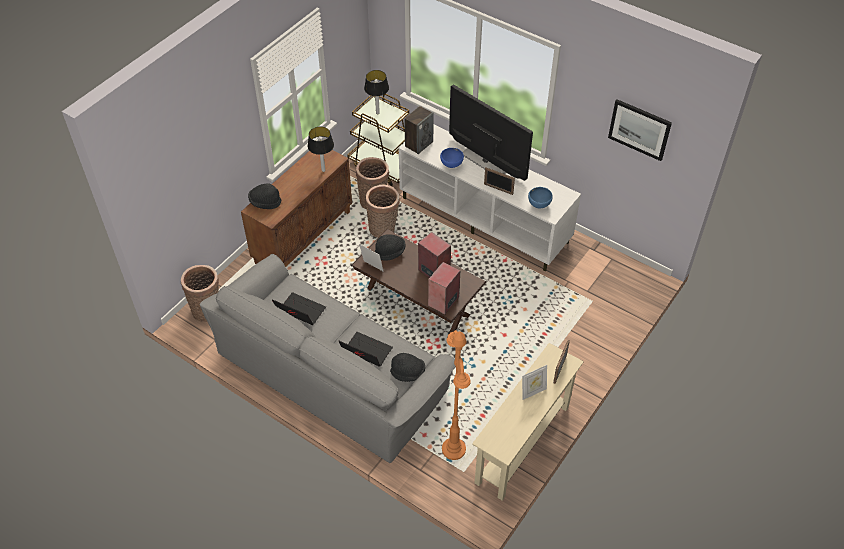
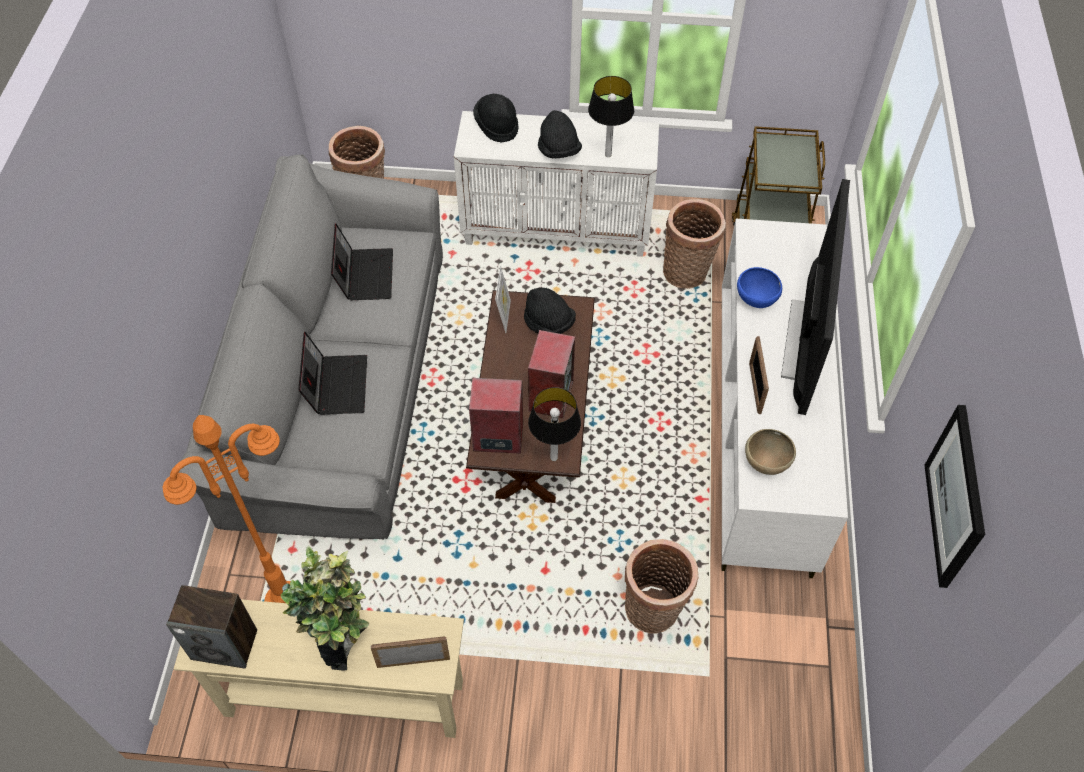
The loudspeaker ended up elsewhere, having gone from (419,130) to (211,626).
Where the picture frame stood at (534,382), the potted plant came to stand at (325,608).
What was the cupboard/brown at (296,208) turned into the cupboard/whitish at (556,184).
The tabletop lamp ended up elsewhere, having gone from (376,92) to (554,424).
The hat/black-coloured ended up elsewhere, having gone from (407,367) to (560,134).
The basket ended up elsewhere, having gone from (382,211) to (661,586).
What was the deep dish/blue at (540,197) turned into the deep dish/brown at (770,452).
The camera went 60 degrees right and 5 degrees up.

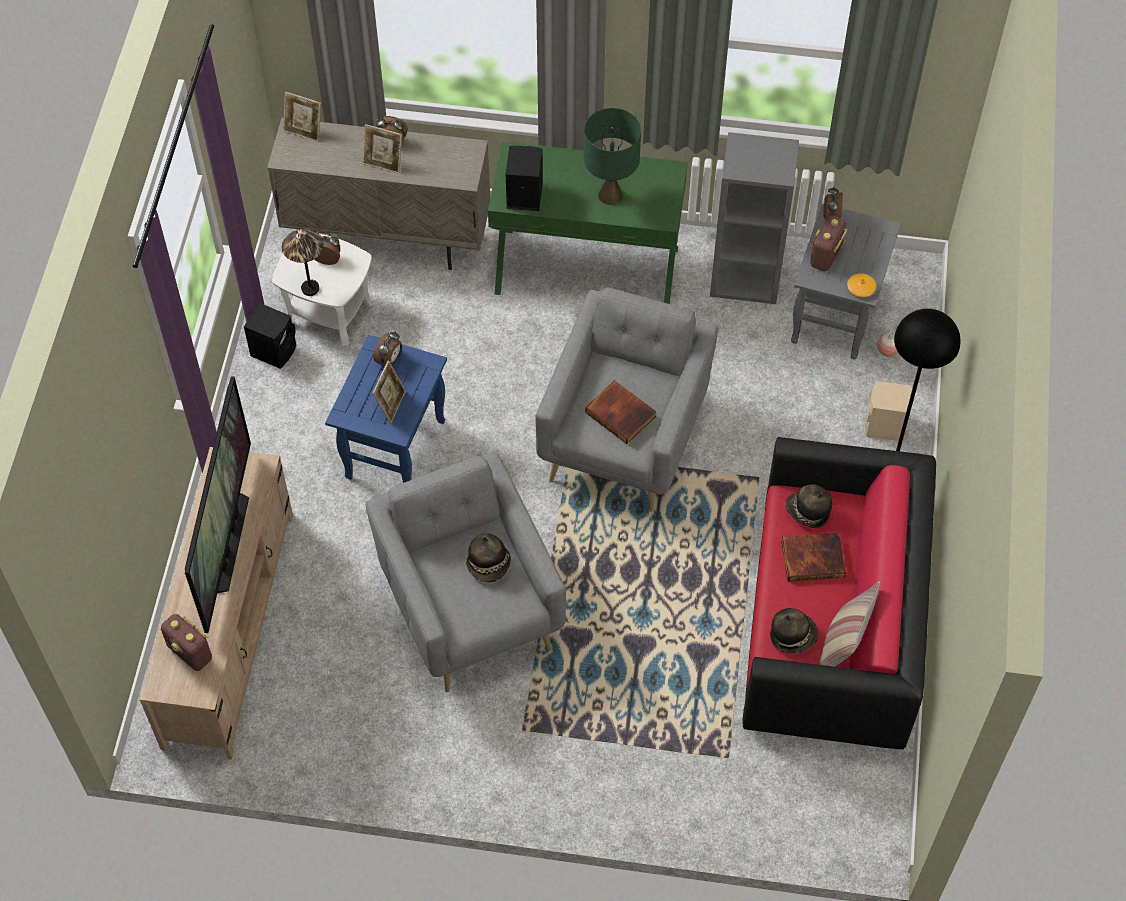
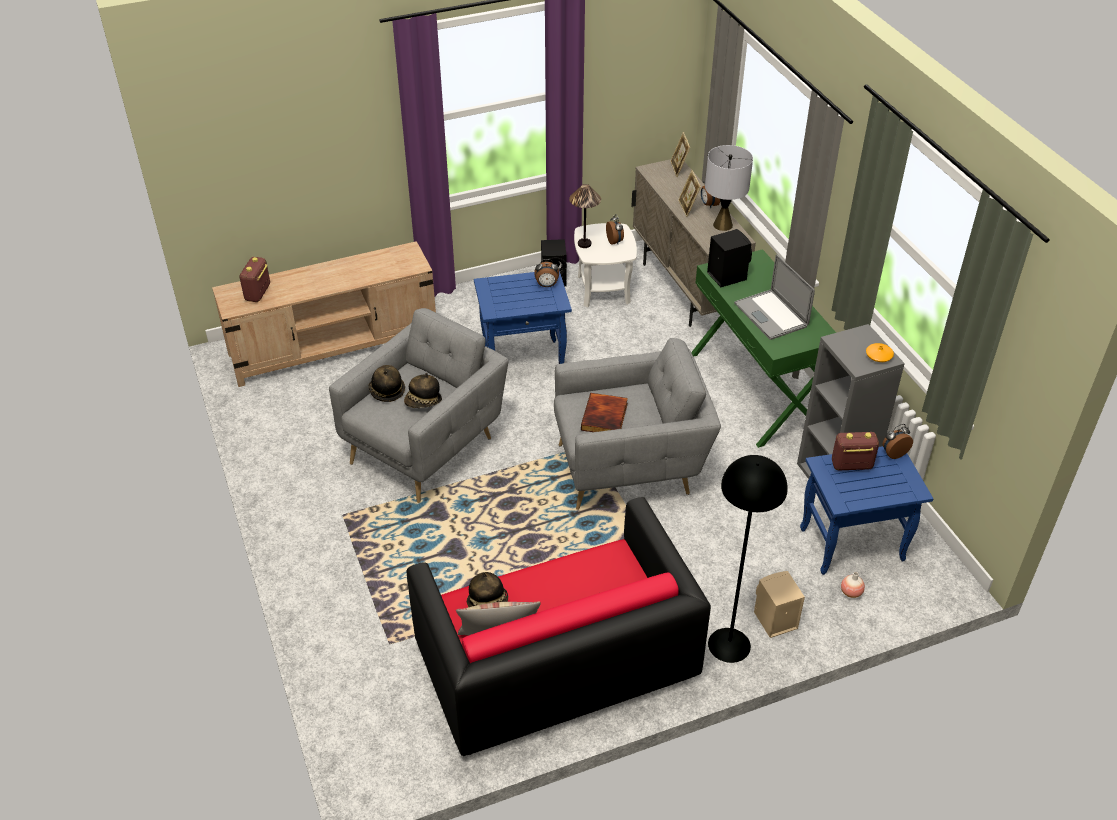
The hat ended up elsewhere, having gone from (808,506) to (387,383).
The second view gained the tabletop lamp/gray at (729,188).
Where the tabletop lamp/green-coloured stood at (612,156), the laptop came to stand at (774,297).
What was the side table/gray at (846,282) turned into the side table/blue at (866,510).
The flower vase/orange ended up elsewhere, having gone from (861,285) to (880,352).
The second view lost the TV at (218,504).
The second view lost the picture frame at (389,391).
The second view lost the volume at (813,557).
The camera went 60 degrees right and 15 degrees down.

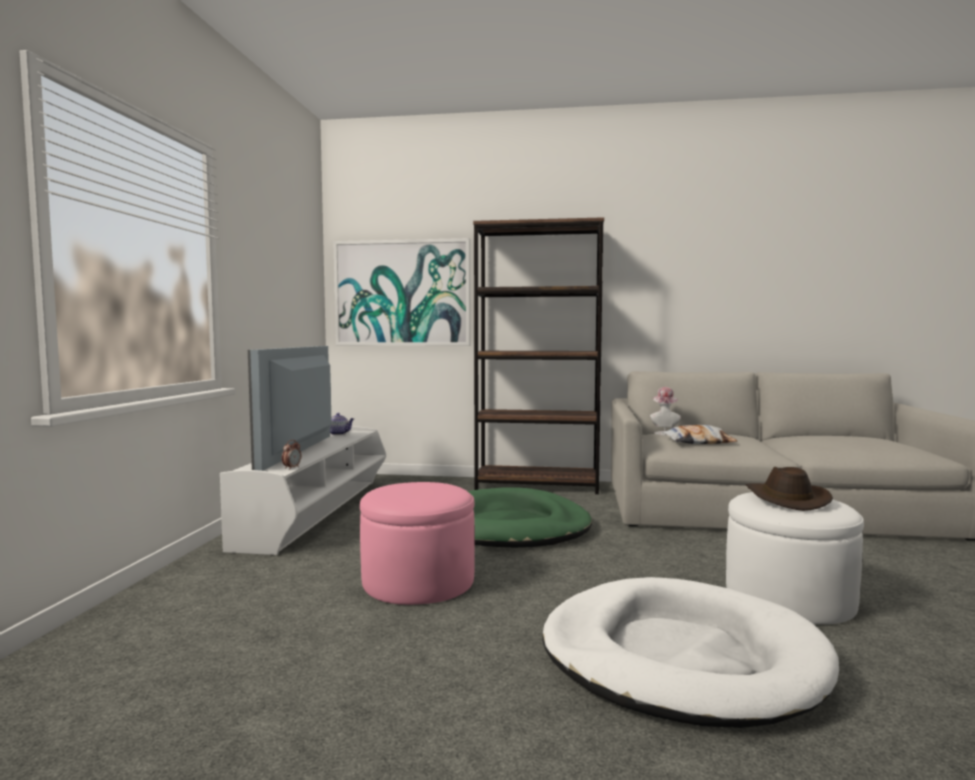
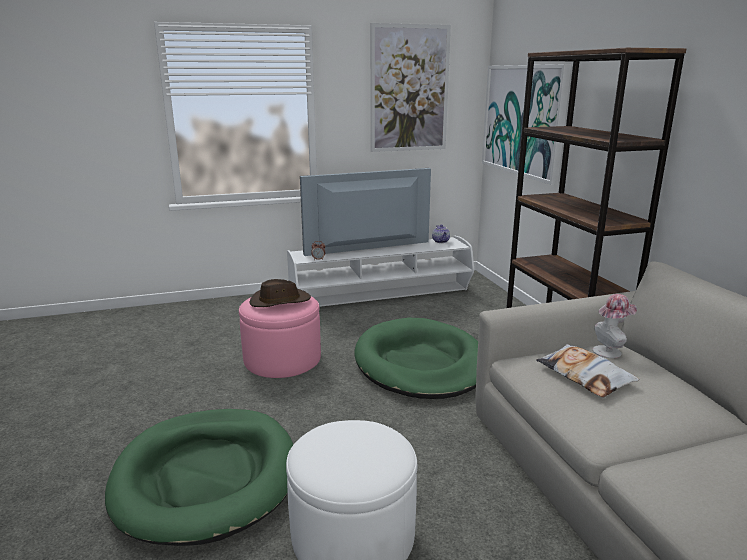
What was the dog bed/whitish at (690,652) turned into the dog bed/green-coloured at (199,477).
The hat/brown ended up elsewhere, having gone from (789,489) to (280,293).
The second view gained the picture at (411,87).
The camera went 65 degrees right and 15 degrees up.

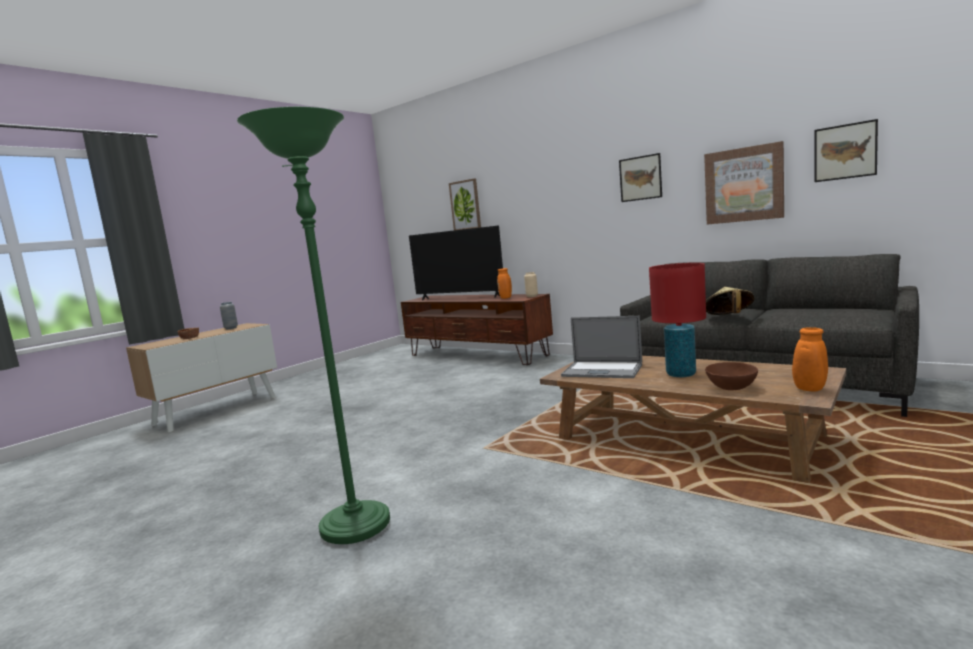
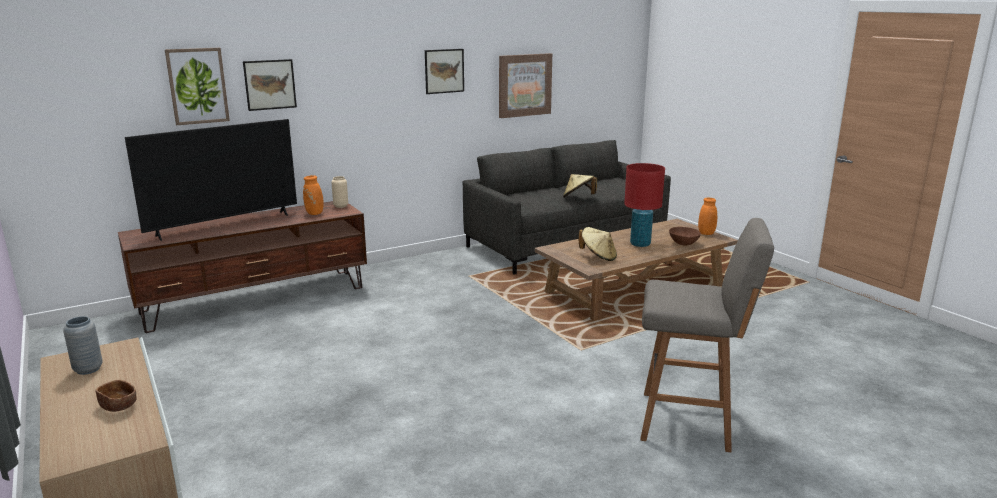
The picture ended up elsewhere, having gone from (846,150) to (270,85).
Where the laptop stood at (601,347), the hat/beige came to stand at (597,244).
Where the standing lamp/green-coloured stood at (313,325), the sitting stool/gray came to stand at (707,335).
The camera went 70 degrees left and 10 degrees up.

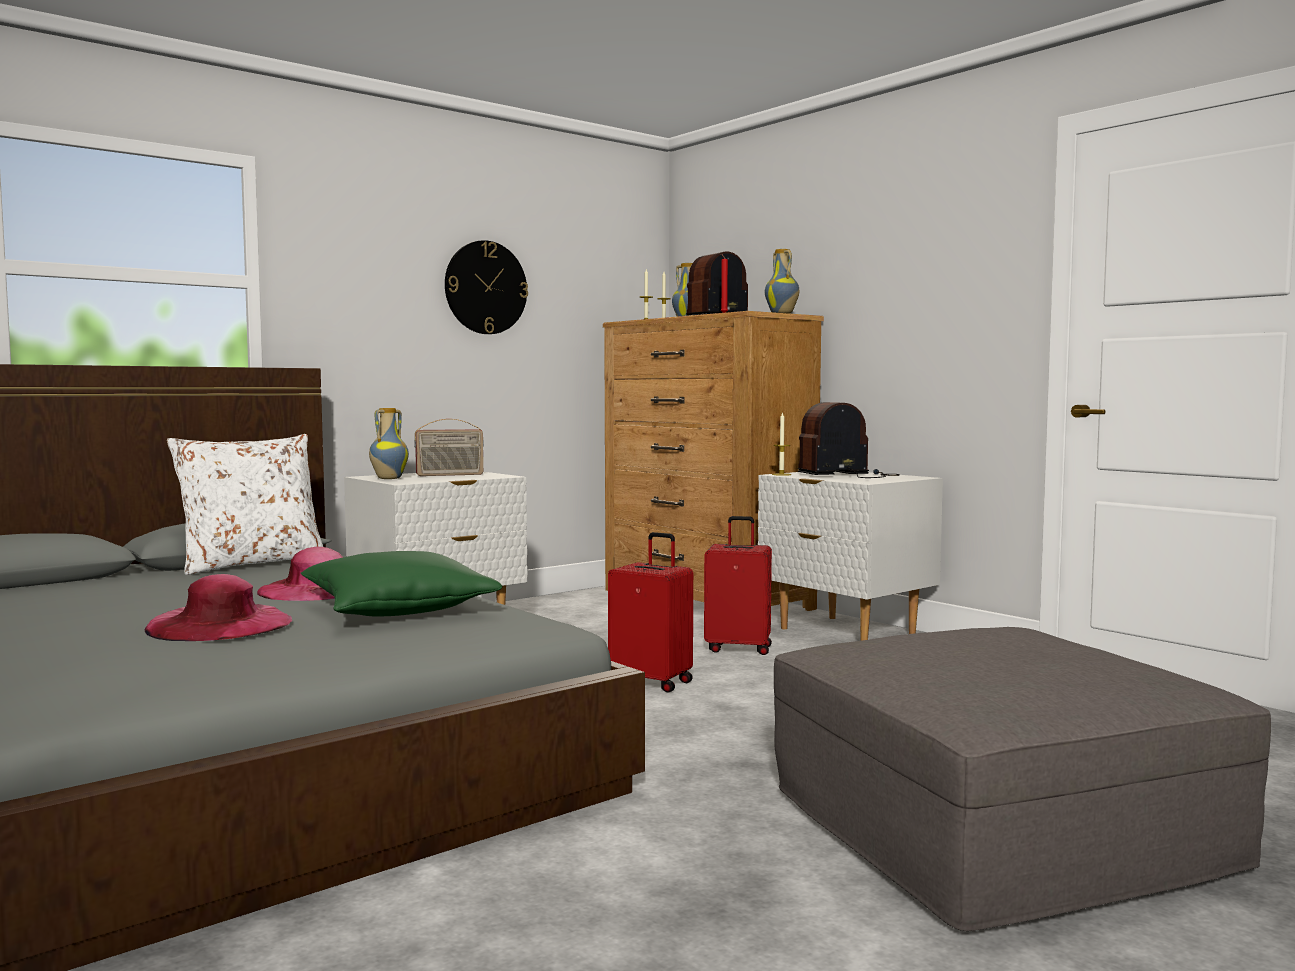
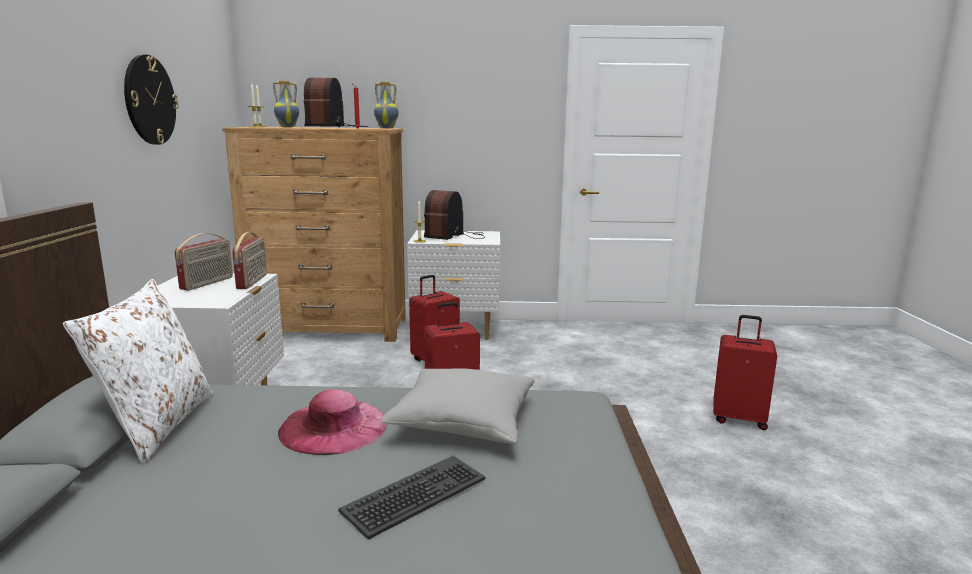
The second view gained the radio receiver at (249,260).
Where the hat/pink stood at (218,607), the computer keyboard came to stand at (411,498).
What was the throw pillow/green-coloured at (402,583) turned into the throw pillow/gray at (457,406).
Where the ottoman/gray stood at (1022,779), the travel case/reddish came to stand at (745,372).
The second view lost the flower vase at (389,443).
The camera went 50 degrees left and 10 degrees up.

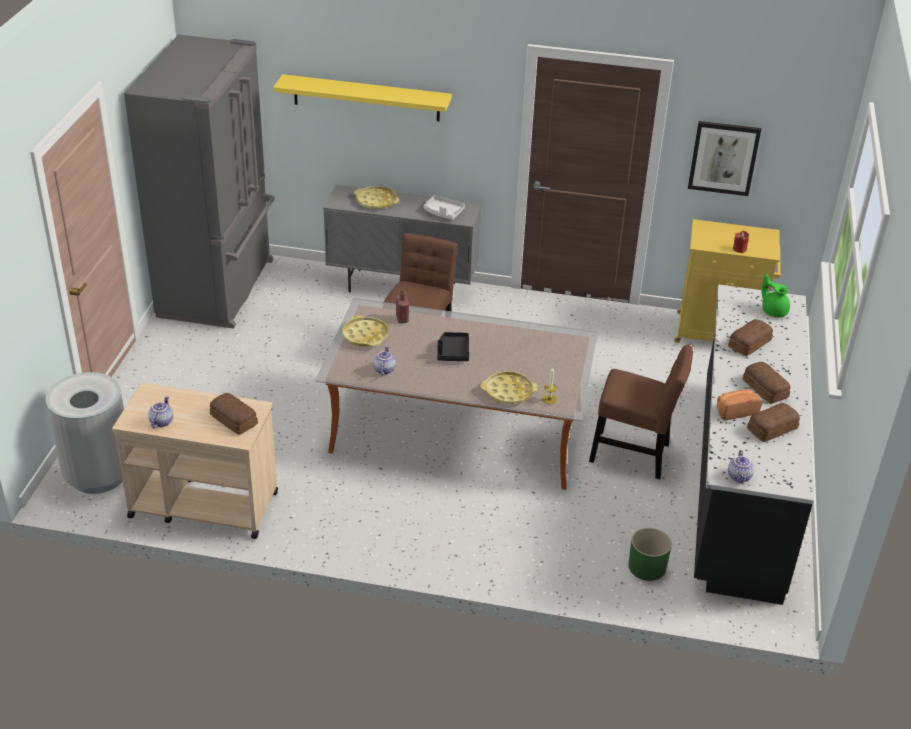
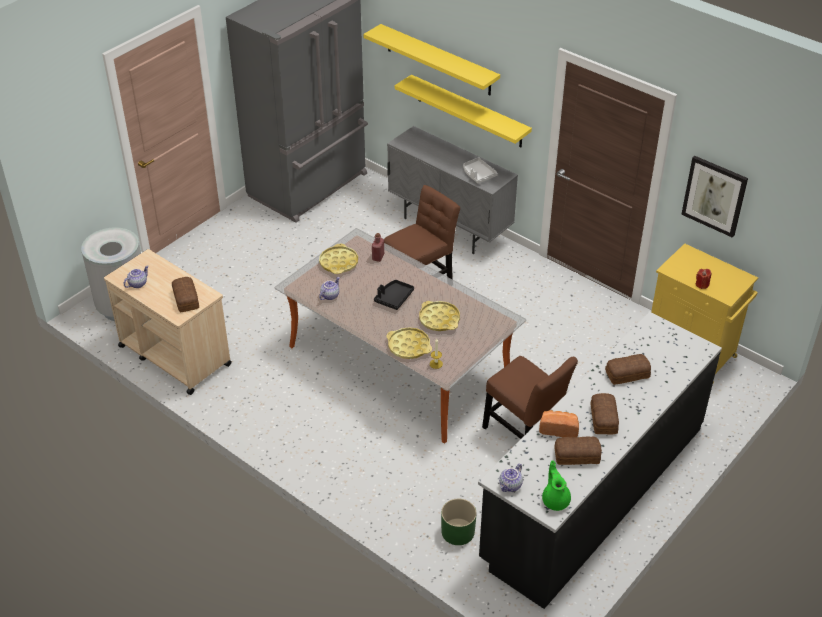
The second view gained the bracket shelf/yellowish at (463,111).
The serving tray/yellowish ended up elsewhere, having gone from (376,197) to (439,316).
The tea pot/green-coloured ended up elsewhere, having gone from (775,295) to (556,485).
The camera went 30 degrees right and 5 degrees up.

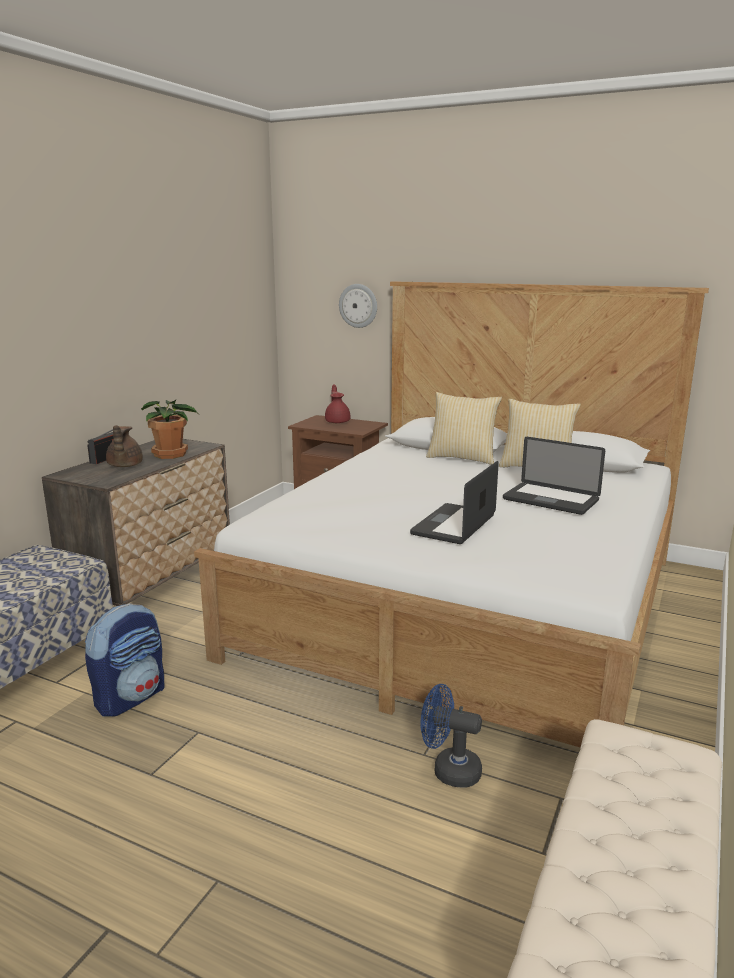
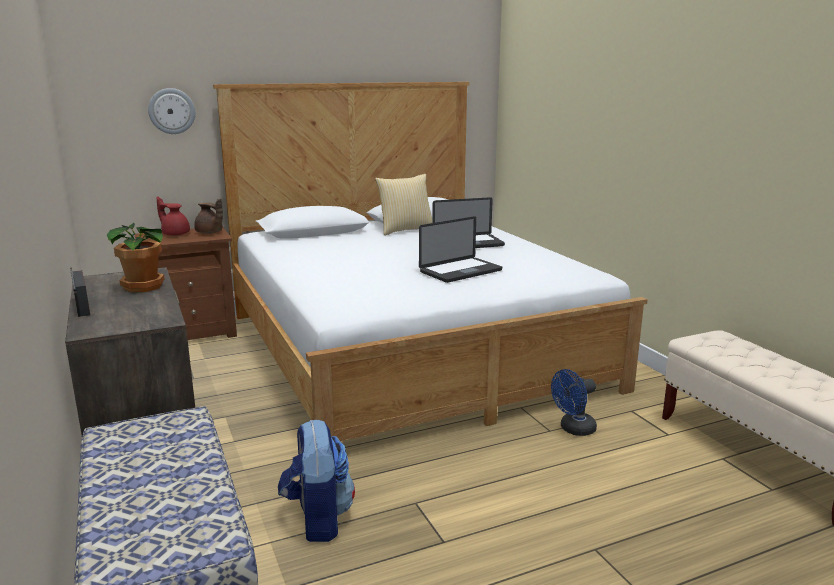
The tea pot/brown ended up elsewhere, having gone from (124,446) to (208,216).
The laptop at (454,502) ended up facing another way, 105 degrees counterclockwise from before.
The second view lost the throw pillow at (464,428).
The camera went 50 degrees left and 0 degrees up.

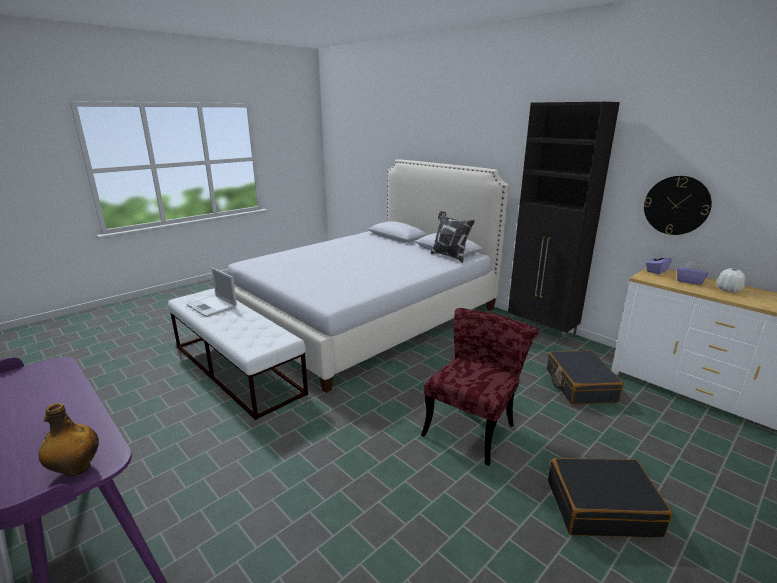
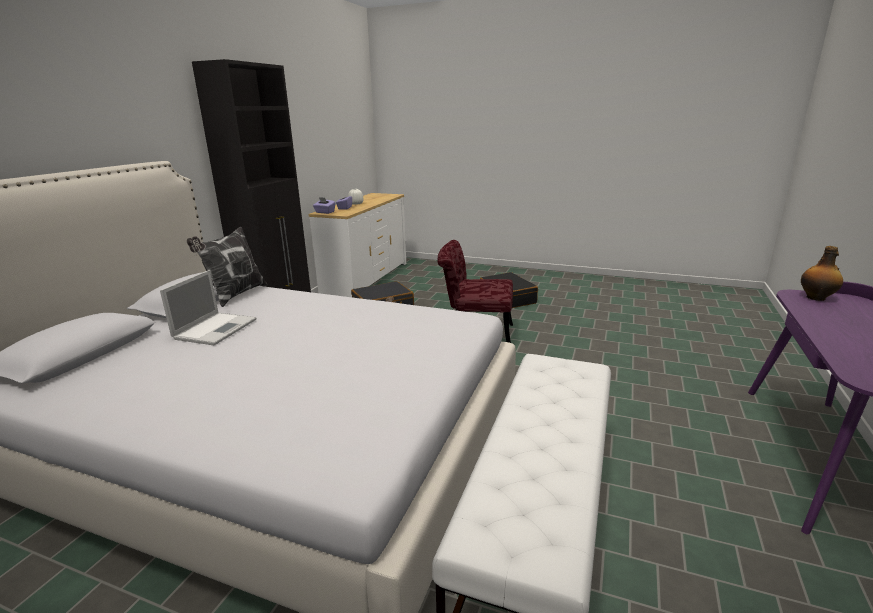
The laptop ended up elsewhere, having gone from (212,292) to (208,307).
The second view lost the hanging clock at (678,205).
The camera went 115 degrees left and 0 degrees up.

